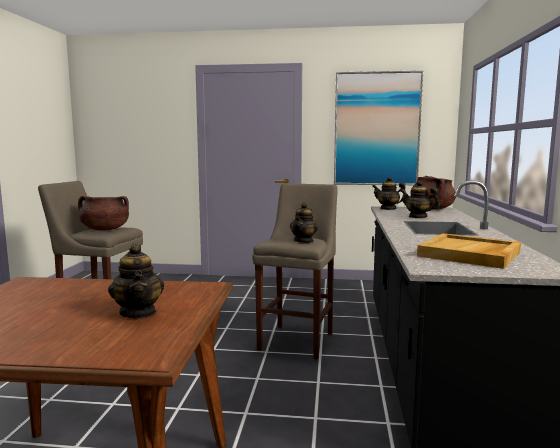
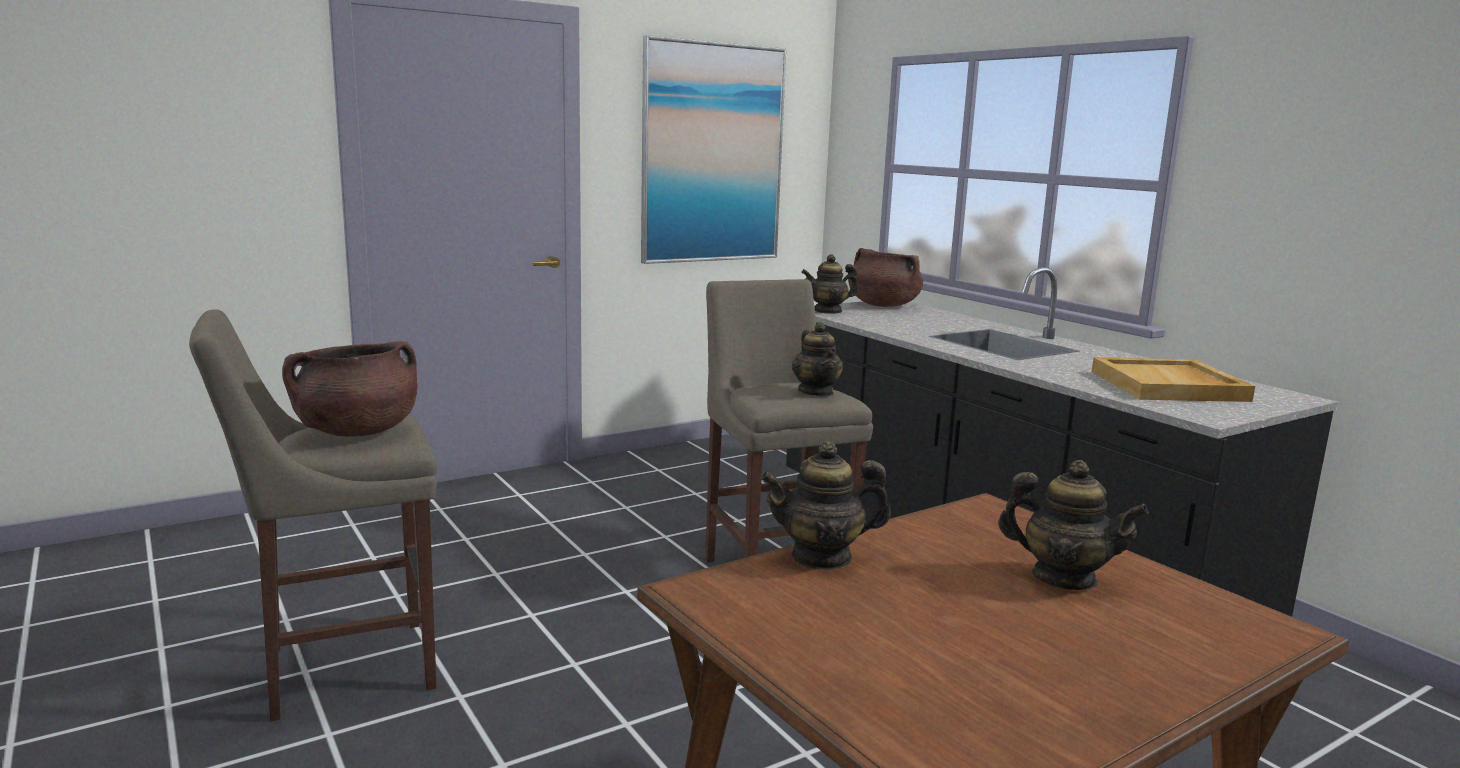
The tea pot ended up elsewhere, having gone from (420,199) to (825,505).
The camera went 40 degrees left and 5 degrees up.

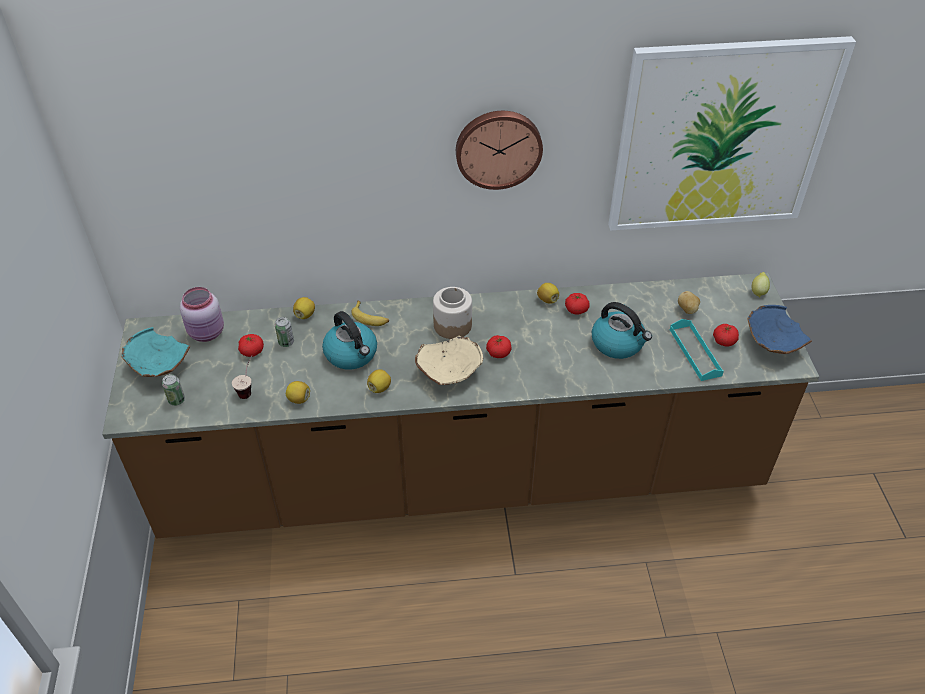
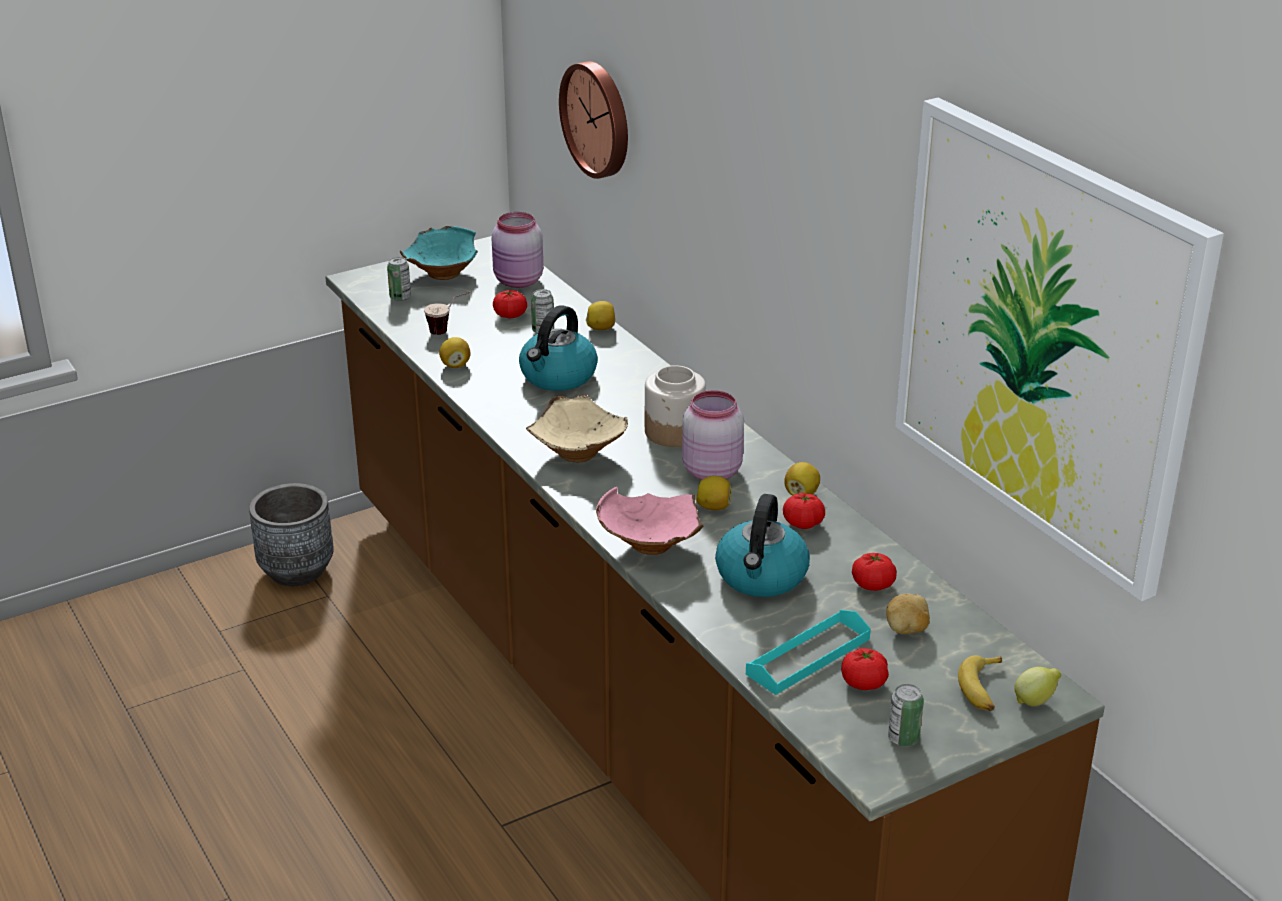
The second view gained the planter/gray at (291,534).
The hanging clock ended up elsewhere, having gone from (499,150) to (593,120).
The second view gained the deep dish/pink at (649,521).
The second view gained the storage jar/pink at (713,435).
The lemon ended up elsewhere, having gone from (379,381) to (714,493).
The tomato ended up elsewhere, having gone from (499,346) to (874,572).
Where the deep dish/blue stood at (780,329), the metal can came to stand at (906,715).
The banana fruit ended up elsewhere, having gone from (370,313) to (980,683).
The camera went 65 degrees right and 15 degrees down.

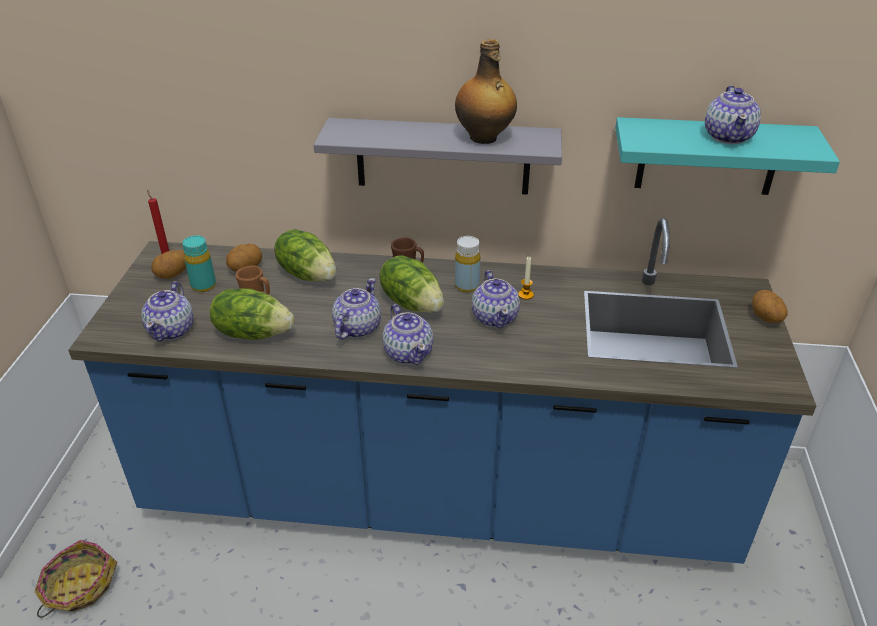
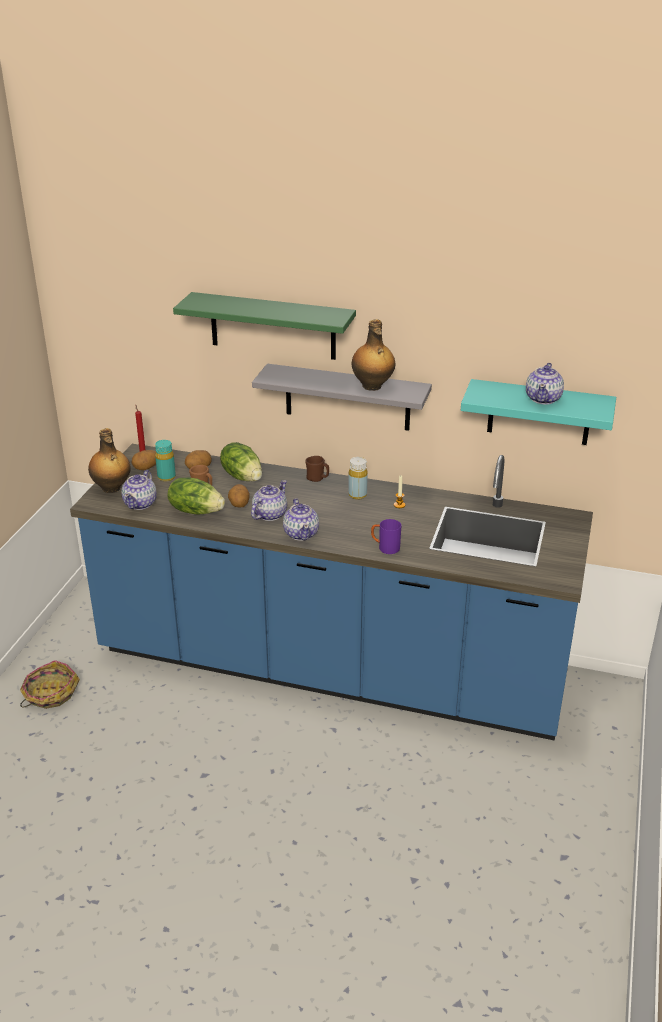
The second view gained the bottle at (109,460).
The second view gained the bracket shelf/green-coloured at (264,326).
The whole potato ended up elsewhere, having gone from (770,306) to (239,496).
The second view gained the tea mug/purple-coloured at (386,536).
The second view lost the lettuce head at (412,284).
The second view lost the tea pot at (496,299).
The camera went 10 degrees right and 5 degrees down.

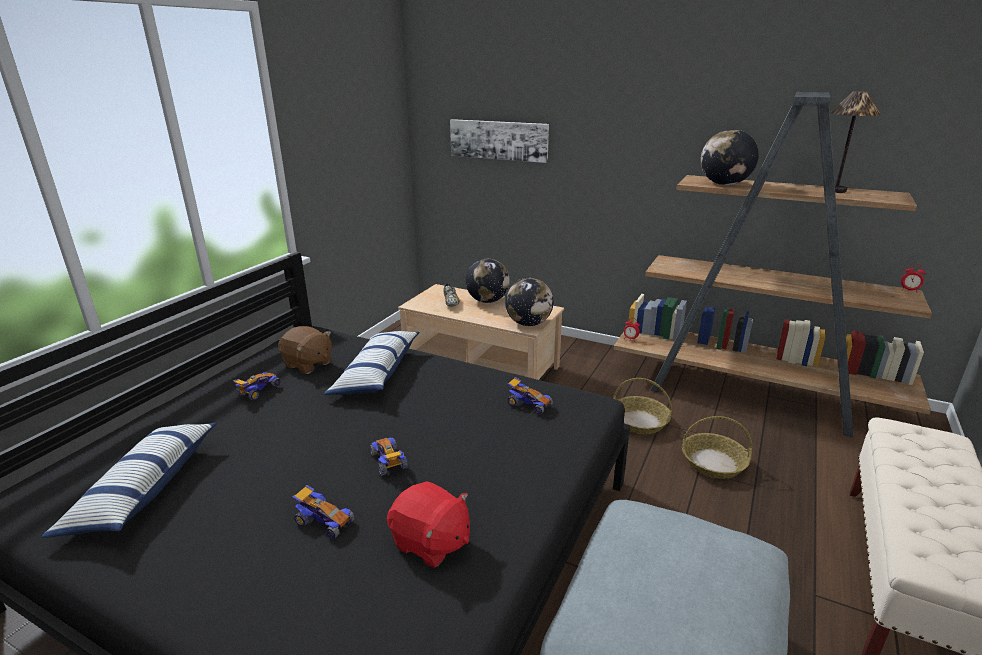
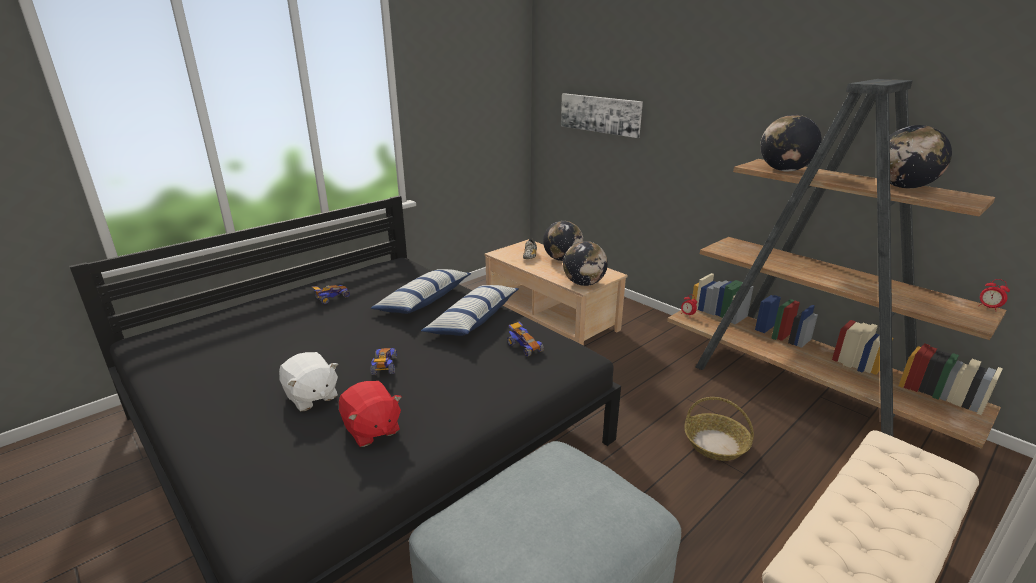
Where the model car stood at (324,512), the cuddly toy/whitish came to stand at (308,381).
The throw pillow ended up elsewhere, having gone from (129,480) to (470,310).
Where the tabletop lamp stood at (855,142), the world globe came to stand at (914,156).
The second view lost the cuddly toy/brown at (305,350).
The second view lost the basket at (642,406).
The camera went 20 degrees right and 0 degrees up.

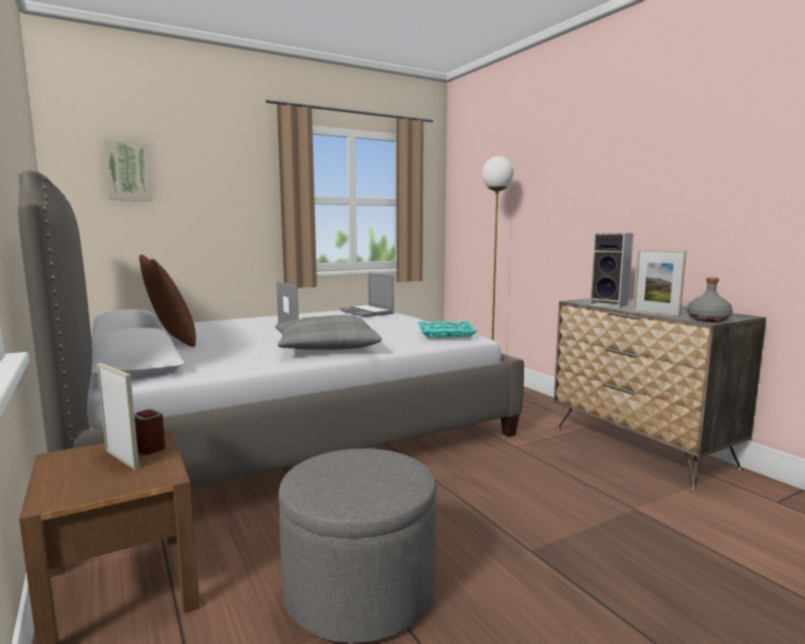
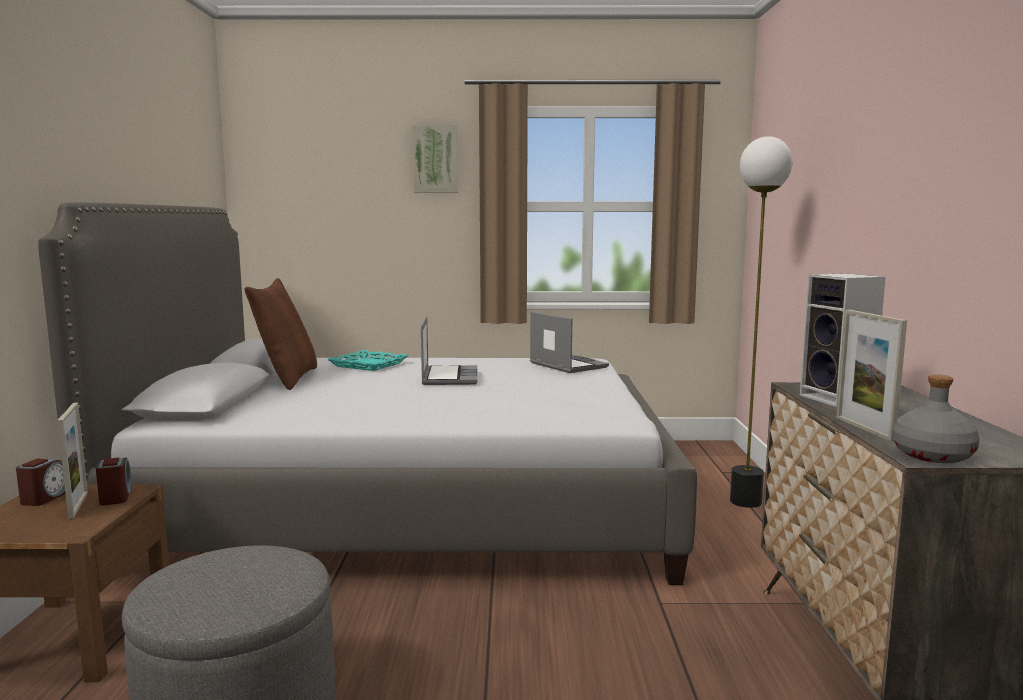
The second view gained the table clock at (40,482).
The serving tray/turquoise-coloured ended up elsewhere, having gone from (447,329) to (367,360).
The picture ended up elsewhere, having gone from (128,170) to (435,159).
The laptop at (367,295) ended up facing another way, 150 degrees clockwise from before.
The second view lost the throw pillow/gray at (328,332).
The camera went 30 degrees right and 0 degrees up.

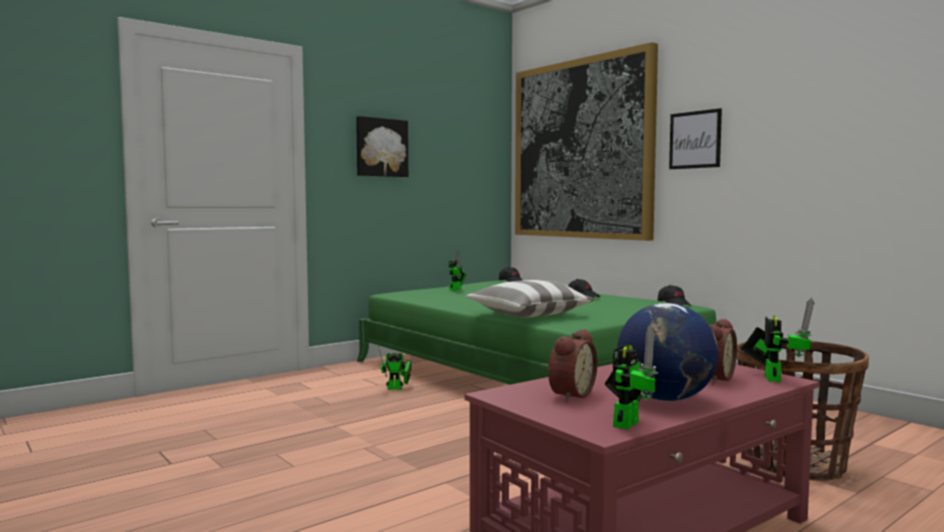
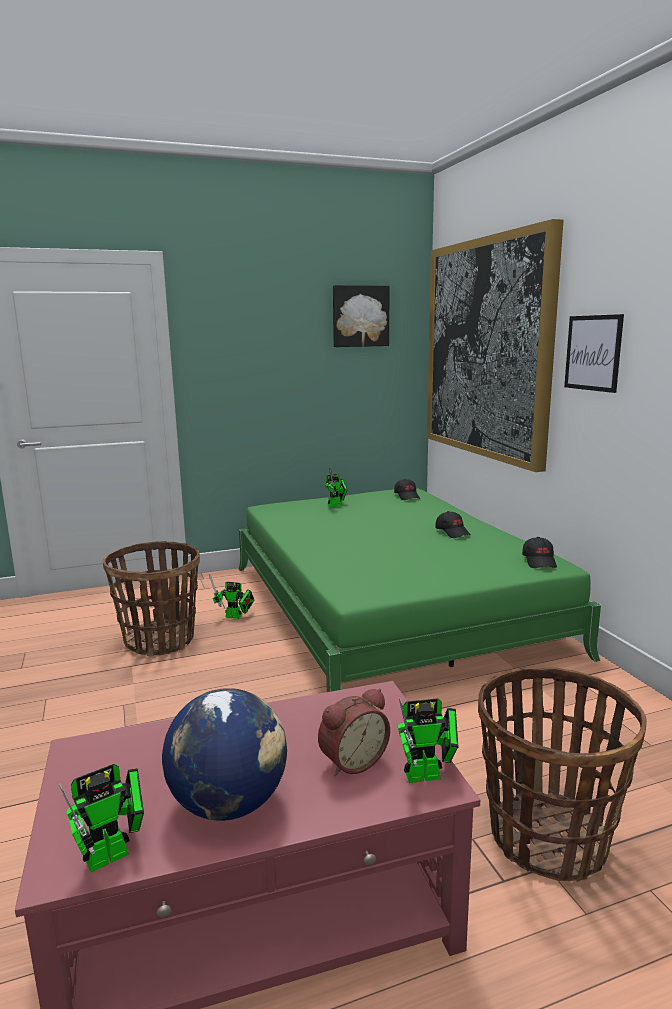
The second view gained the basket at (151,598).
The picture ended up elsewhere, having gone from (382,146) to (361,316).
The model robot at (777,339) ended up facing another way, 45 degrees clockwise from before.
The second view lost the throw pillow at (530,299).
The second view lost the table clock at (572,365).
The camera went 20 degrees right and 10 degrees up.

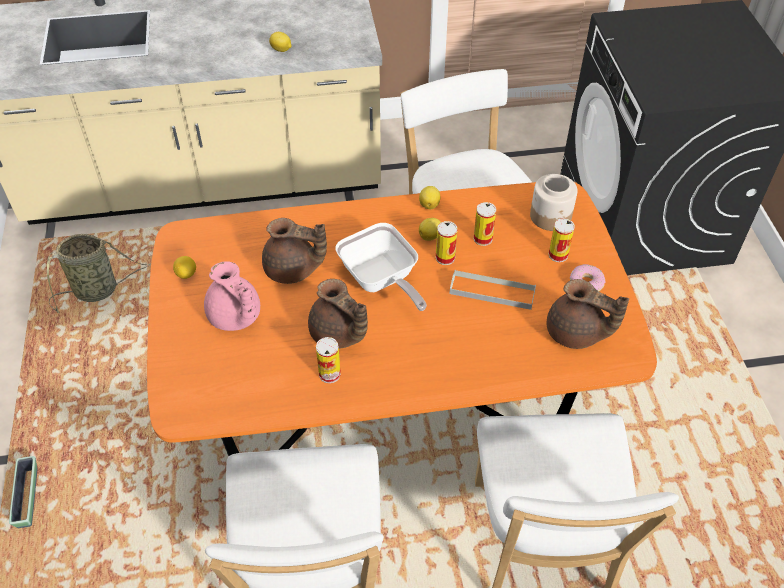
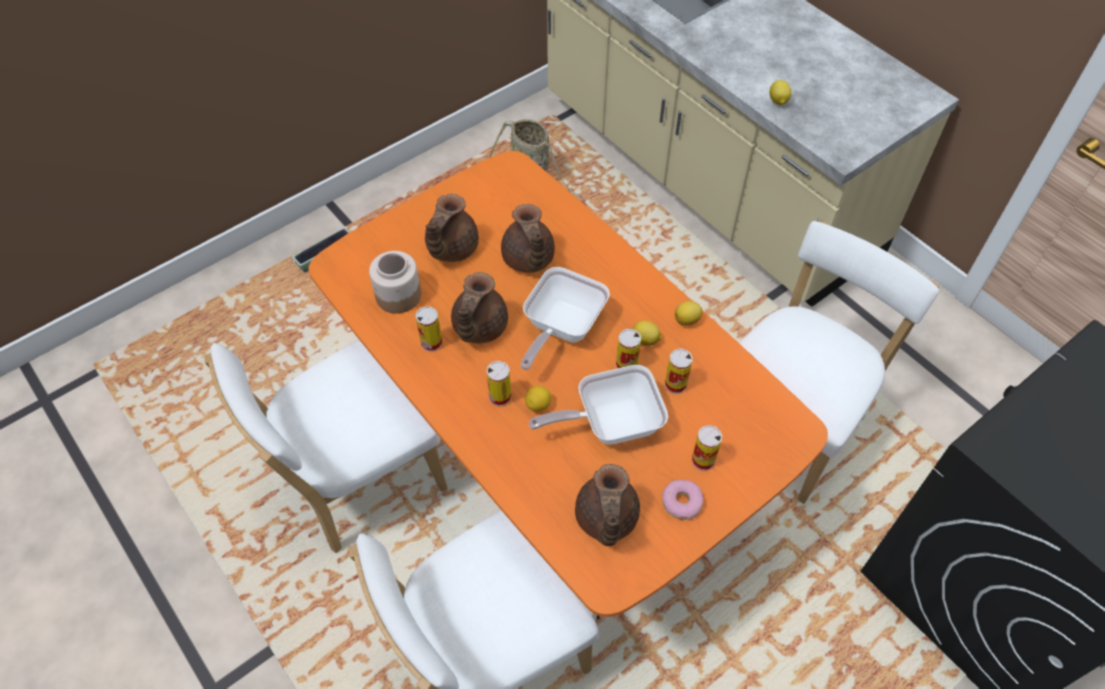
The storage jar ended up elsewhere, having gone from (554,202) to (395,282).
What was the tea pot/pink at (232,296) turned into the tea pot/brown at (452,228).
The second view gained the metal can at (498,384).
The lemon ended up elsewhere, having gone from (184,267) to (538,399).
Where the serving tray/gray stood at (492,290), the pan came to stand at (598,405).
The camera went 60 degrees right and 5 degrees up.

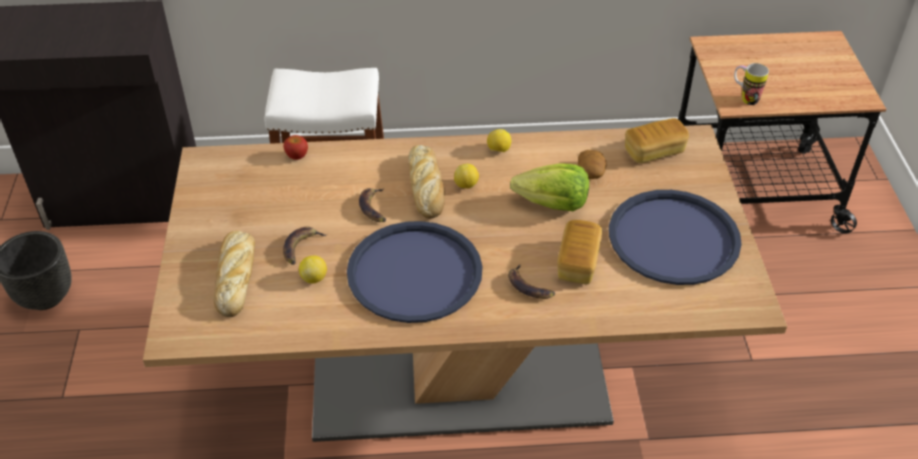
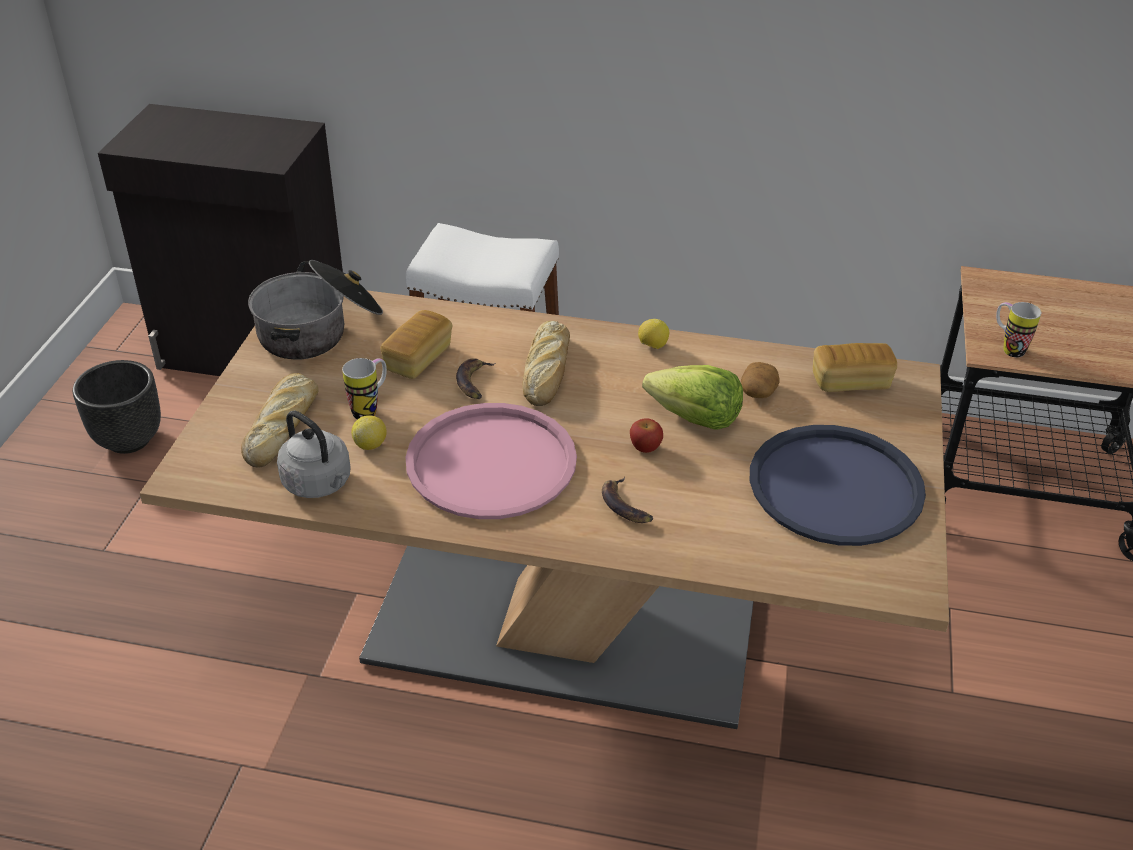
The second view gained the cooking pot at (315,310).
The second view gained the kettle/gray at (314,454).
Where the banana fruit stood at (305,246), the tea mug came to stand at (364,389).
The baked bread ended up elsewhere, having gone from (579,252) to (416,344).
What was the serving tray/blue at (414,272) turned into the serving tray/pink at (491,461).
The apple ended up elsewhere, having gone from (295,147) to (646,435).
The second view lost the lemon at (466,176).
The camera went 15 degrees right and 5 degrees down.

